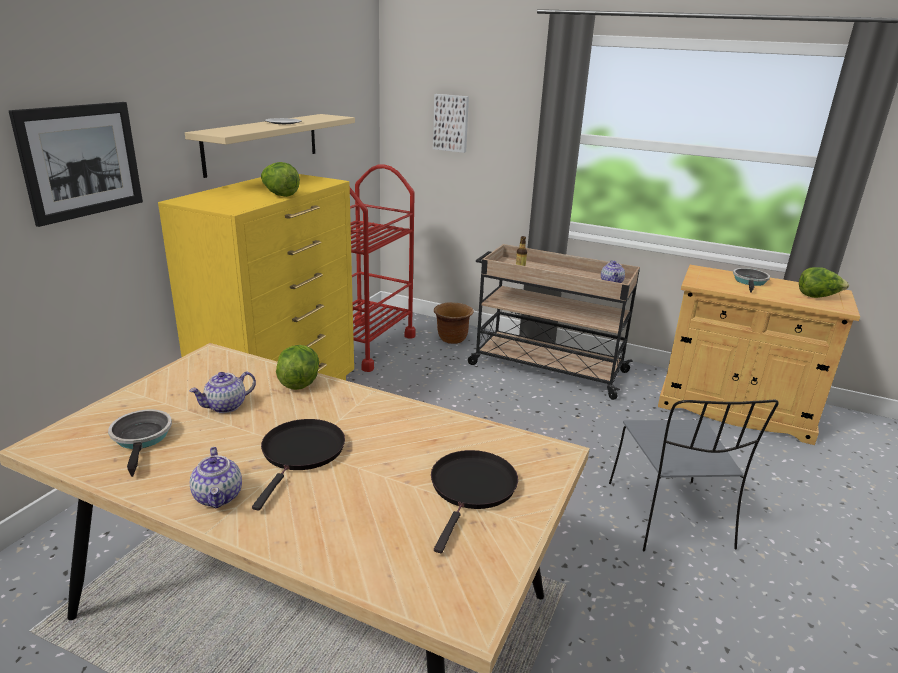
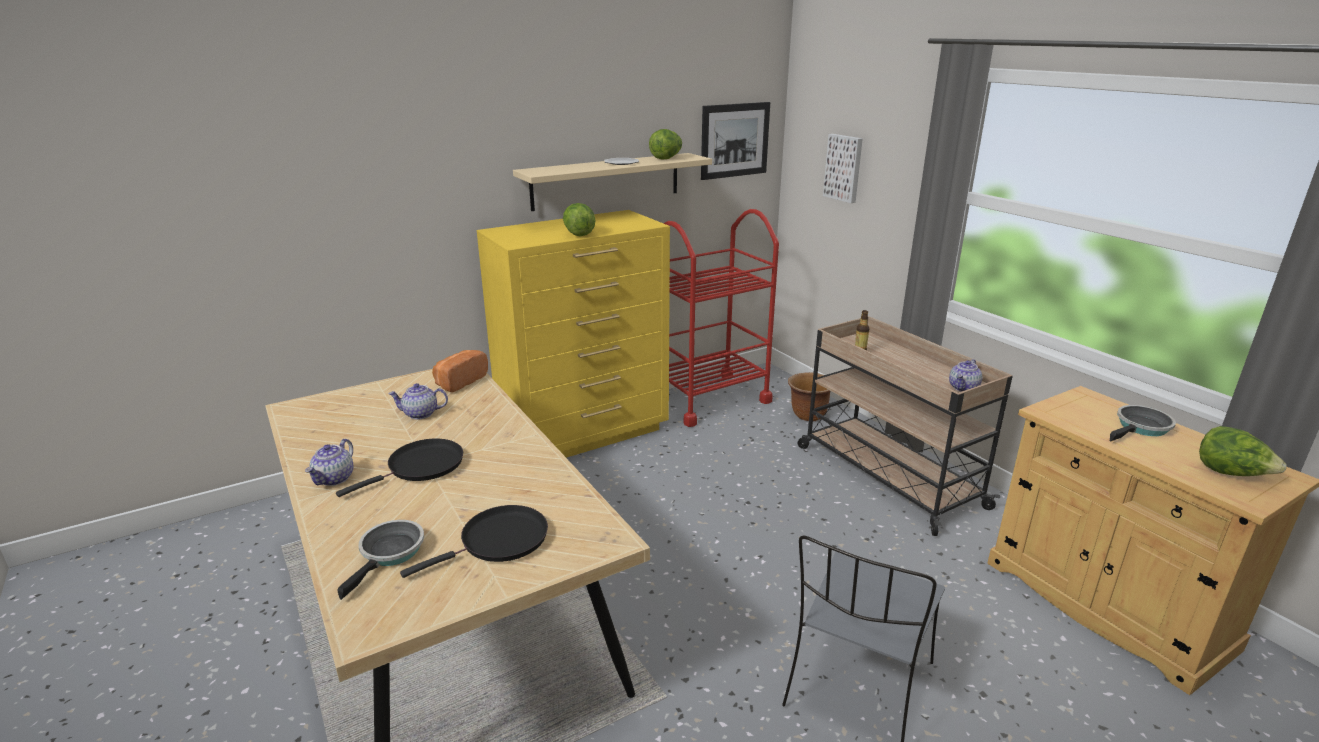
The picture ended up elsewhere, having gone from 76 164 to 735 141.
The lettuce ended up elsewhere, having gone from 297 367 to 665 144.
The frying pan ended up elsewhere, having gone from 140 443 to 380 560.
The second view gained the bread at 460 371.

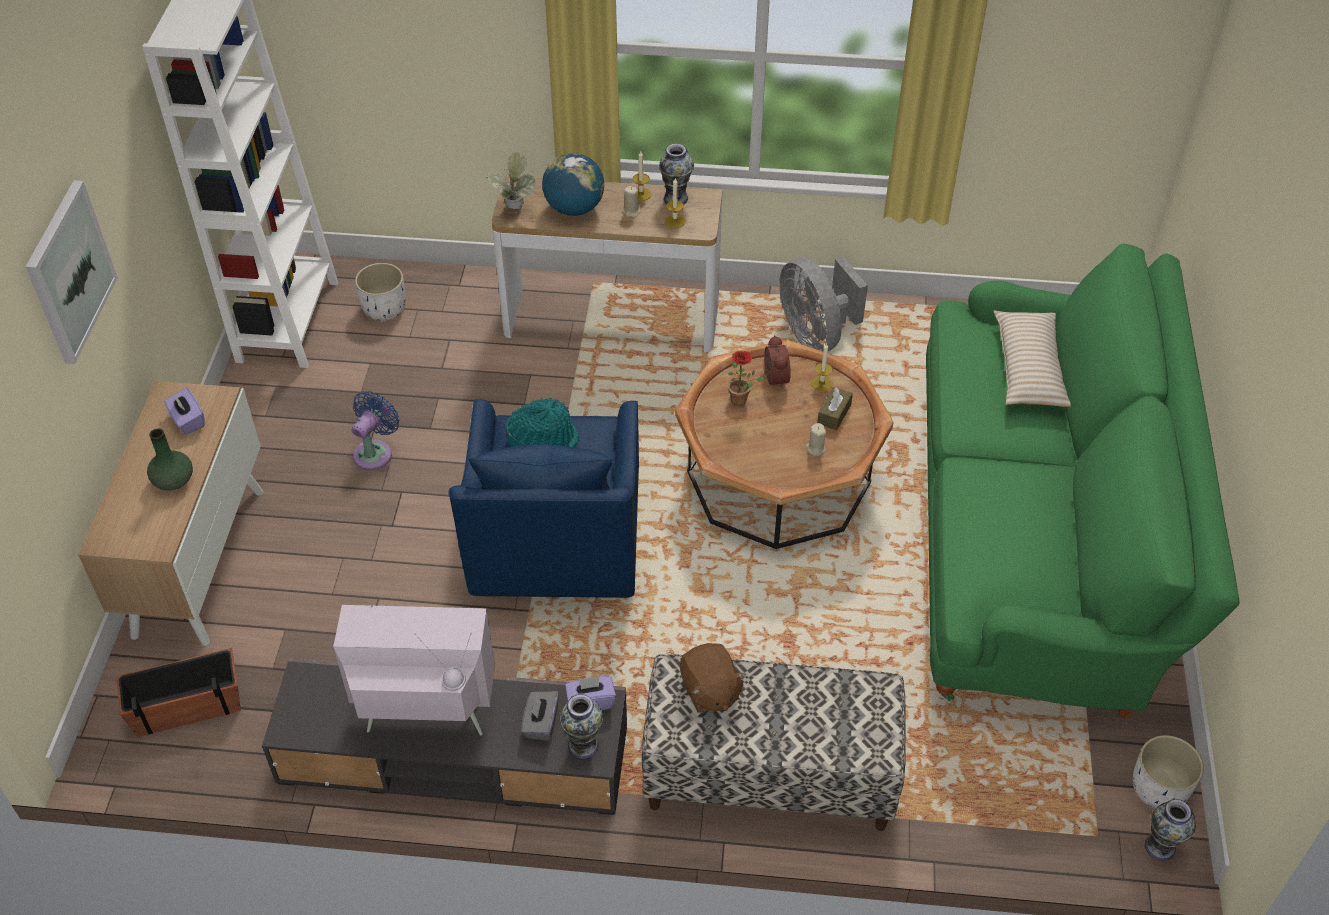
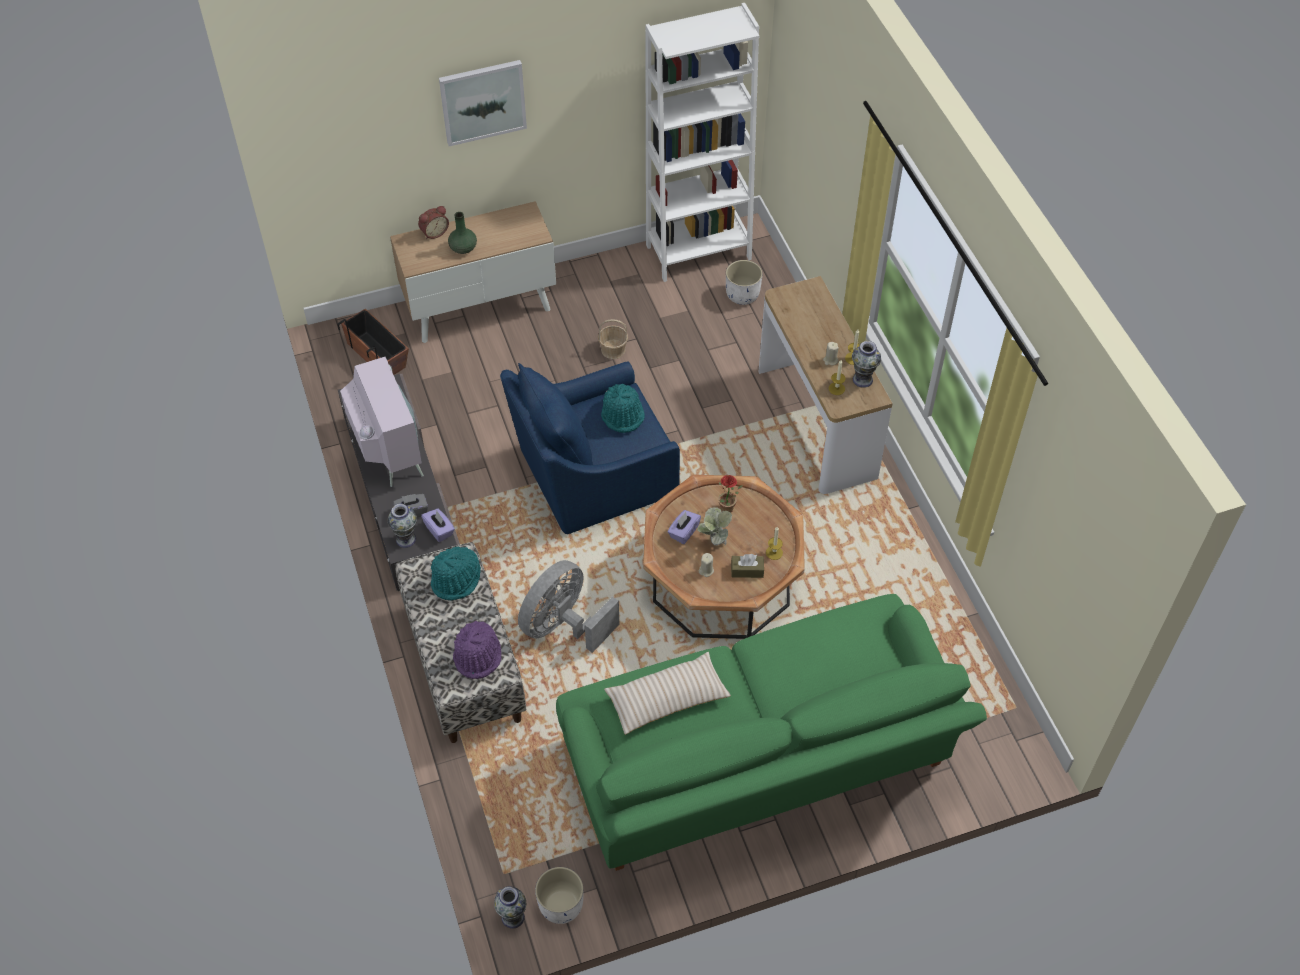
The potted plant ended up elsewhere, having gone from 511 180 to 715 526.
The second view lost the globe at 573 184.
The grey fan ended up elsewhere, having gone from 824 304 to 568 606.
The beige pillow ended up elsewhere, having gone from 1032 358 to 667 693.
The alarm clock ended up elsewhere, having gone from 777 362 to 433 222.
The purple tissue box ended up elsewhere, having gone from 184 411 to 684 527.
Where the blue fan stood at 376 430, the basket came to stand at 613 339.
Where the brown plush toy stood at 713 678, the turquoise hat came to stand at 456 573.
The second view gained the purple hat at 477 650.

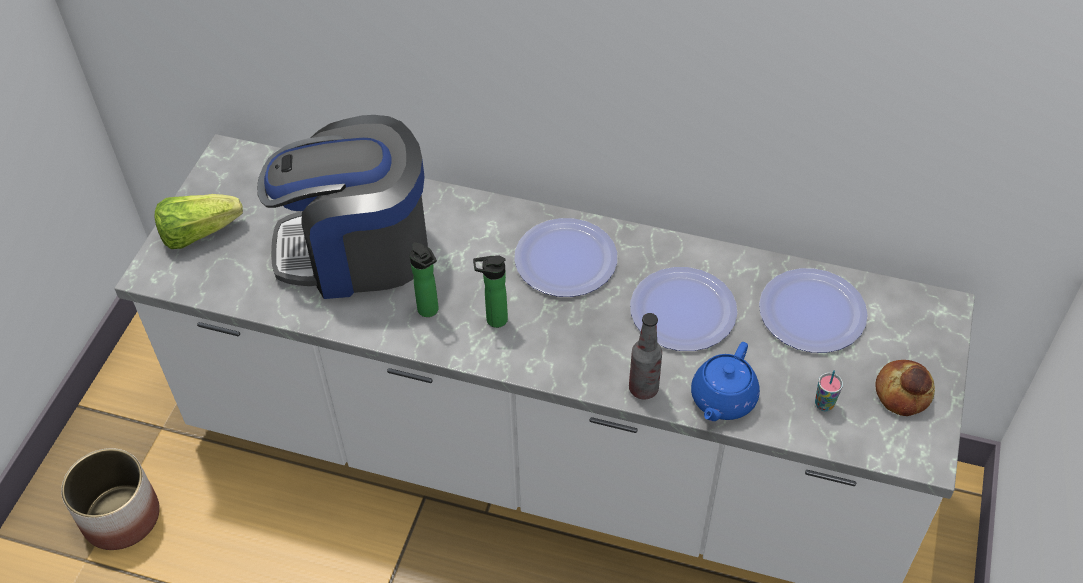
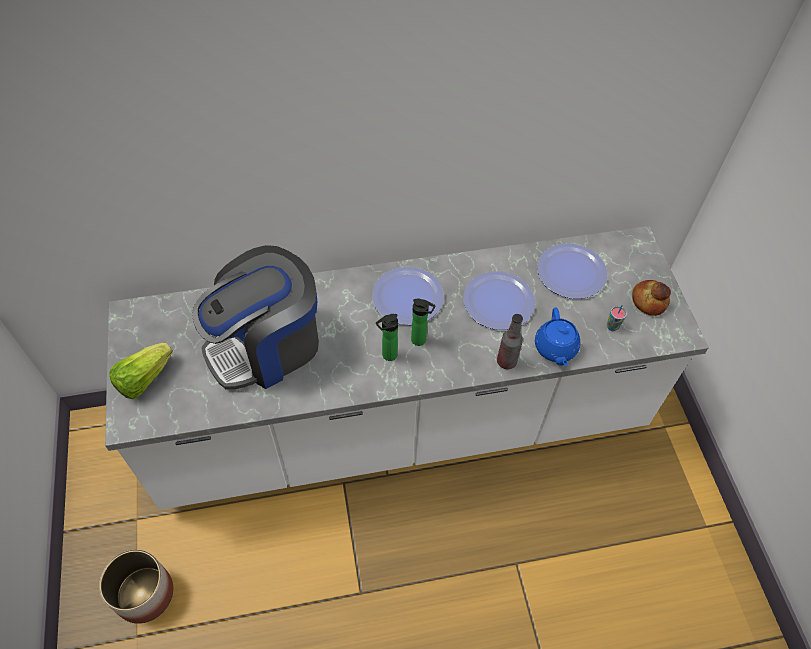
The bottle ended up elsewhere, having gone from 424 279 to 423 322.

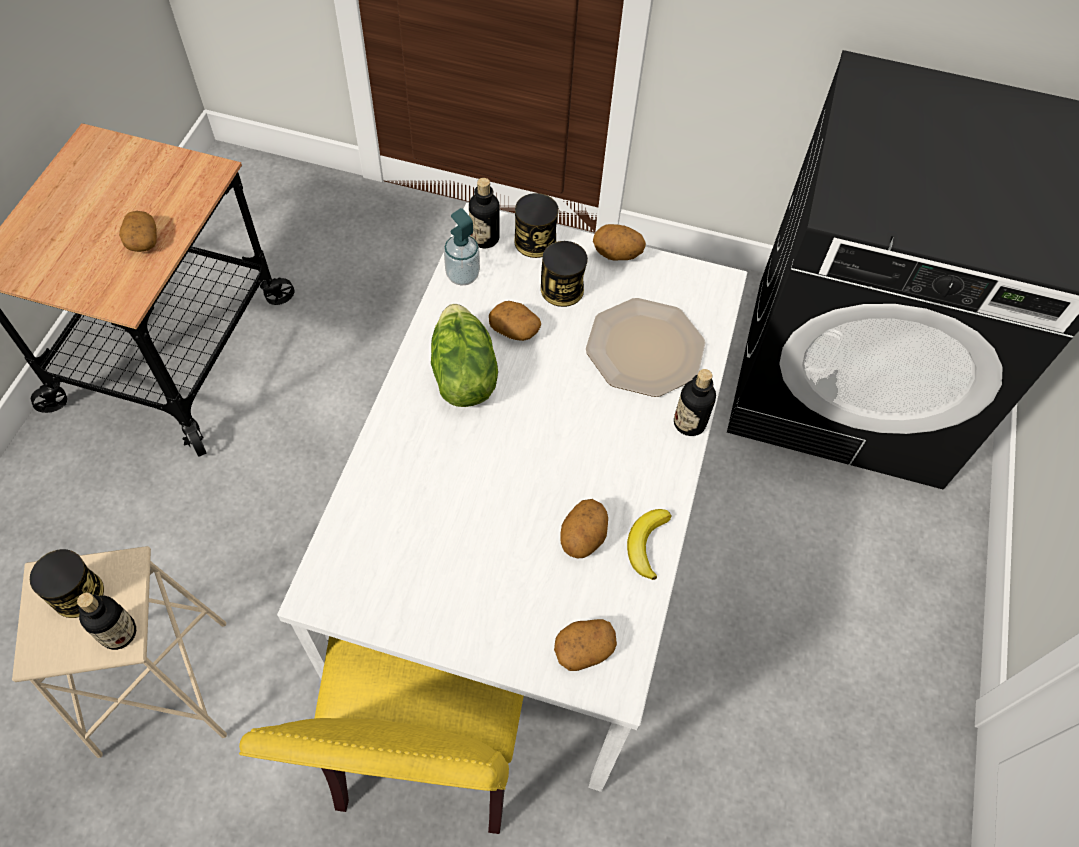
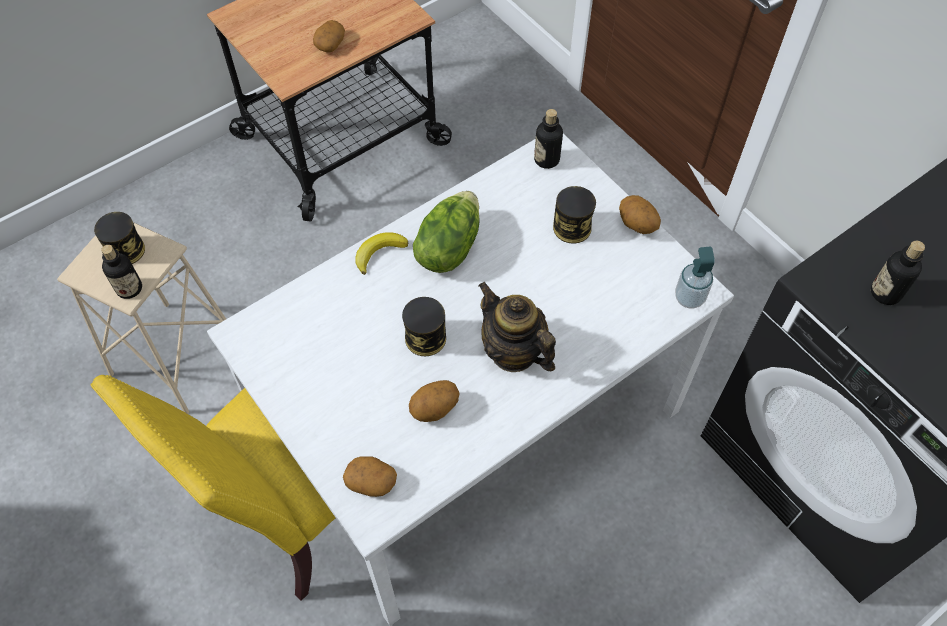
The can ended up elsewhere, having gone from 536 225 to 424 326.
The soap dispenser ended up elsewhere, having gone from 462 247 to 695 277.
The second view lost the plate at 646 347.
The second view lost the potato at 515 321.
The bottle ended up elsewhere, having gone from 695 402 to 898 273.
The banana ended up elsewhere, having gone from 649 544 to 382 253.
The second view gained the teapot at 517 327.

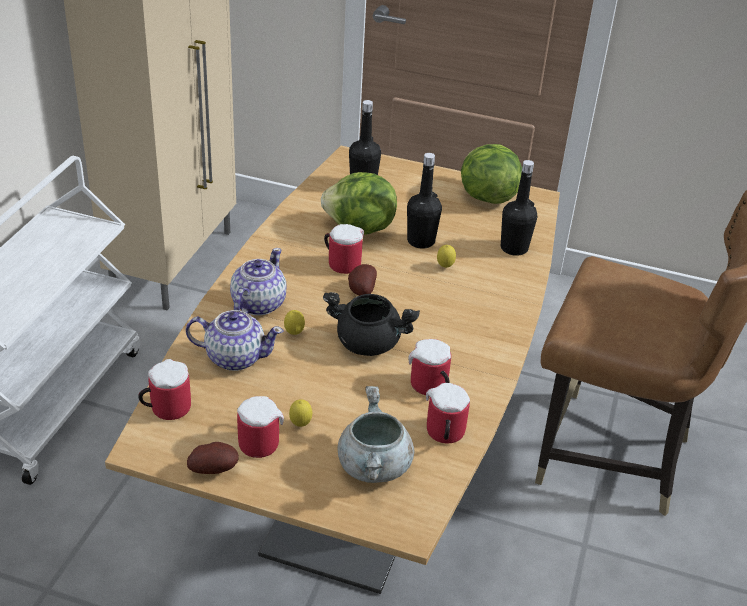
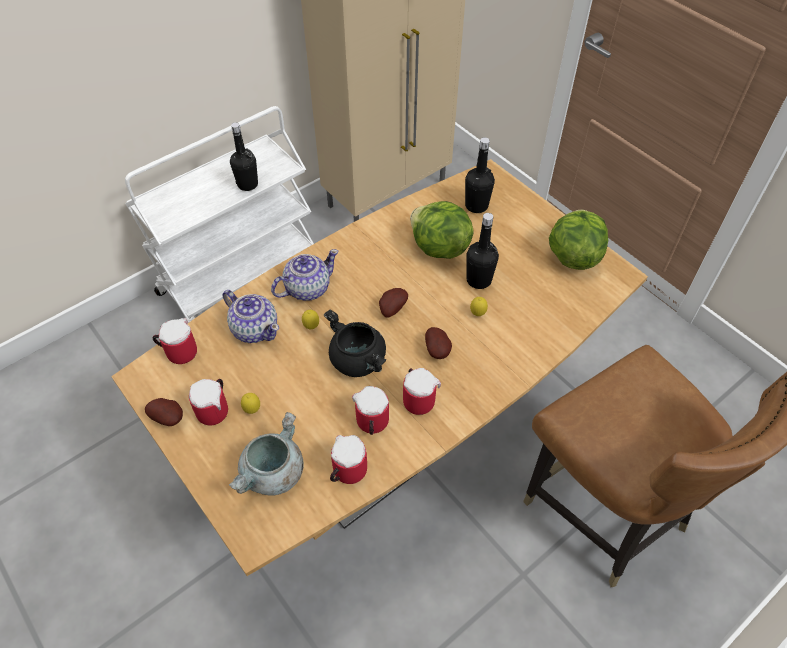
The black bottle ended up elsewhere, having gone from 519 208 to 244 156.
The mug ended up elsewhere, having gone from 344 249 to 422 391.
The second view gained the potato at 438 343.

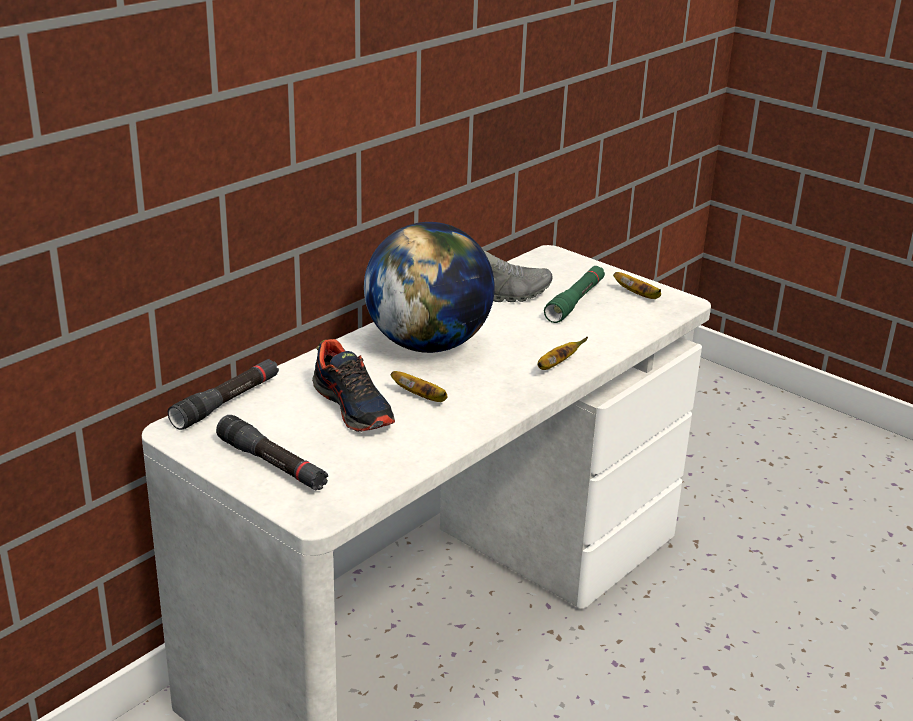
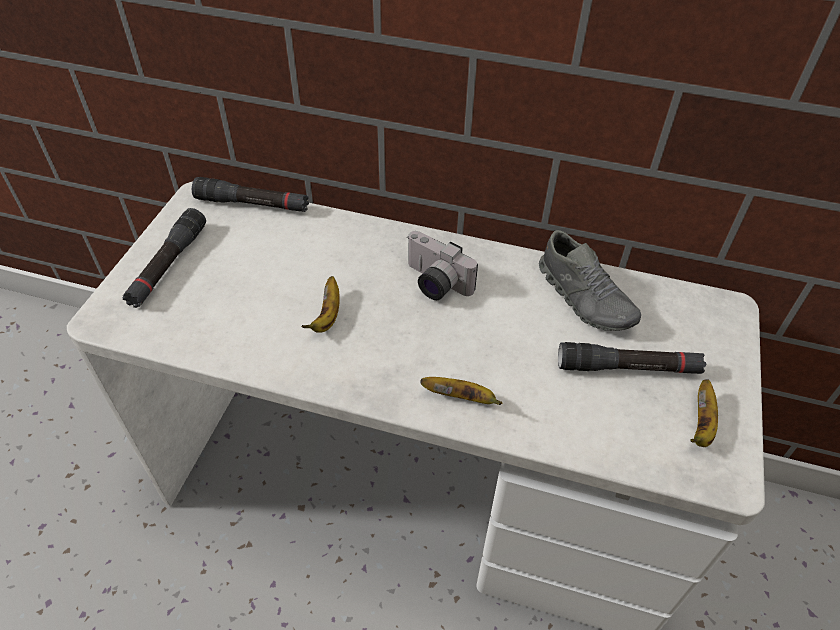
Where the globe stood at 429 287, the photo camera came to stand at 442 265.
What was the green flashlight at 574 294 turned into the black flashlight at 632 358.
The second view lost the shoe at 353 385.

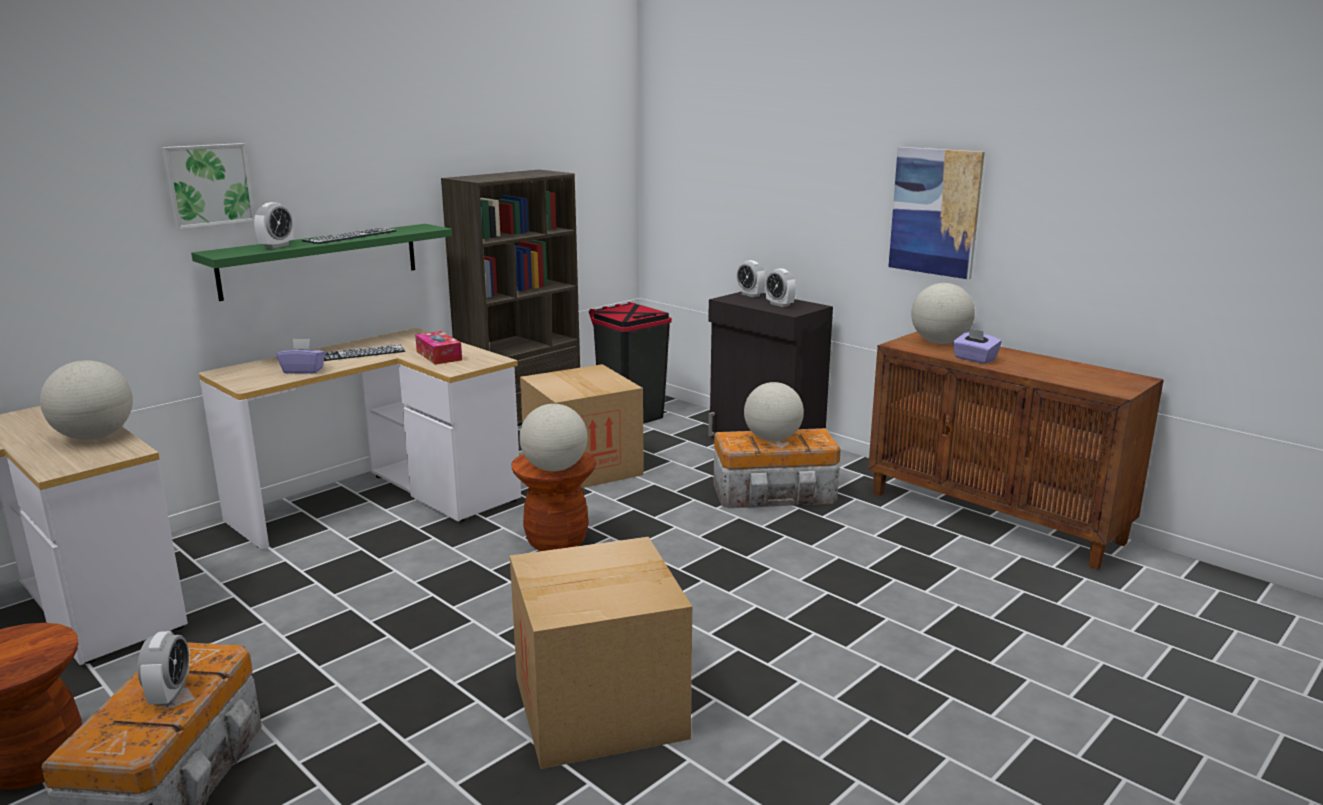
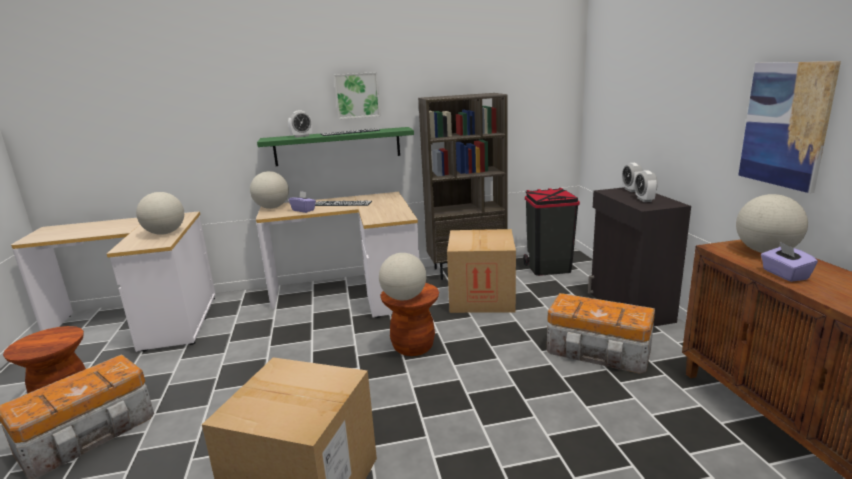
The picture ended up elsewhere, having gone from 208 186 to 357 95.
The second view lost the tissue box at 438 348.
The globe ended up elsewhere, having gone from 774 412 to 269 190.
The second view lost the alarm clock at 163 668.

